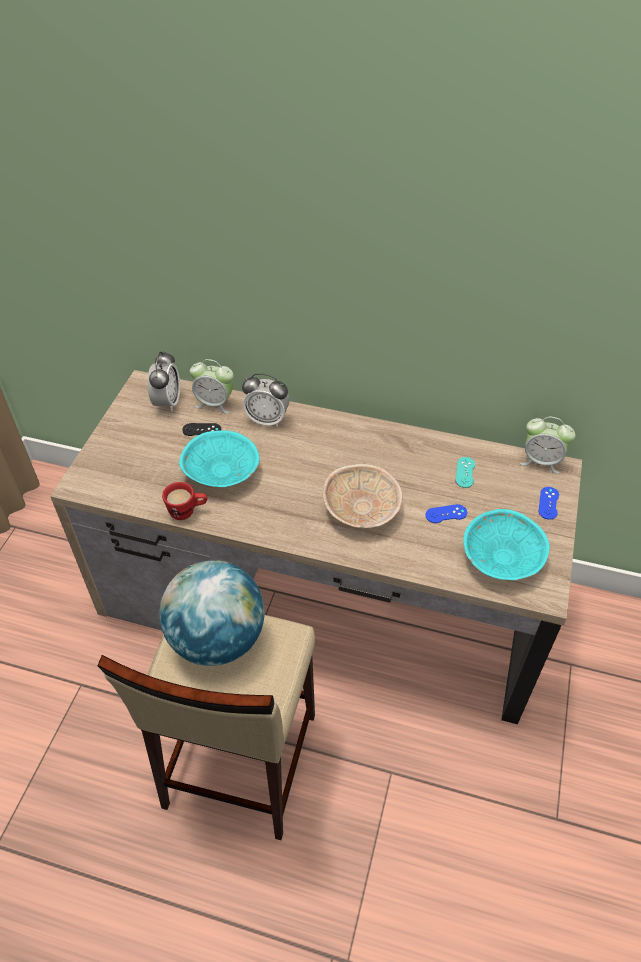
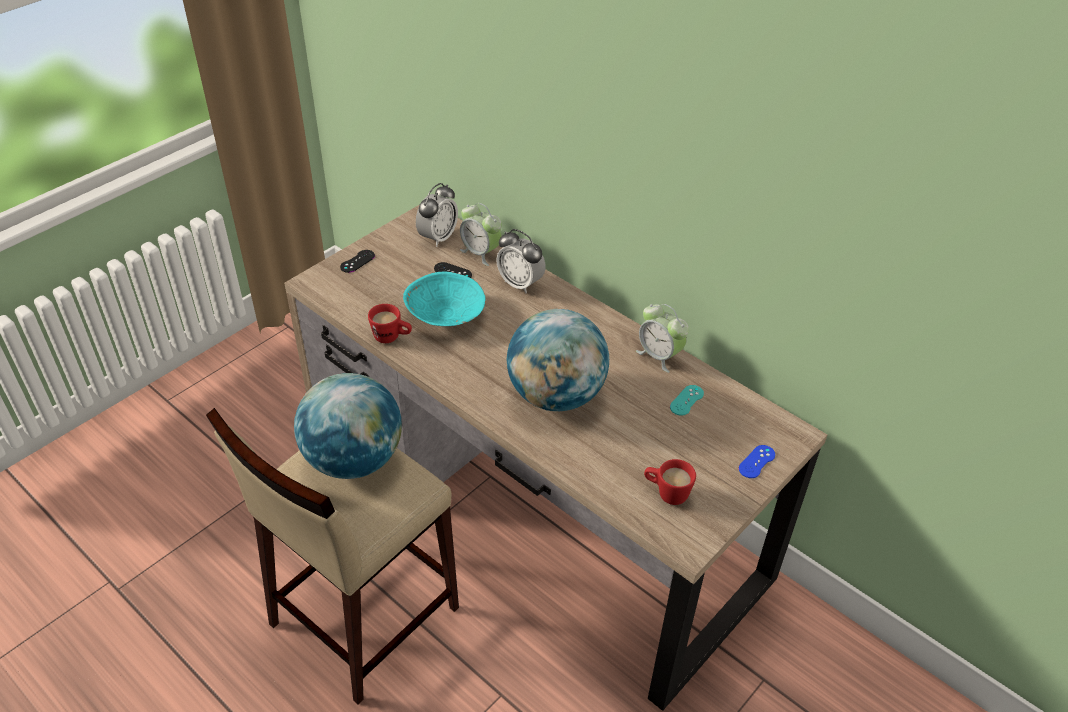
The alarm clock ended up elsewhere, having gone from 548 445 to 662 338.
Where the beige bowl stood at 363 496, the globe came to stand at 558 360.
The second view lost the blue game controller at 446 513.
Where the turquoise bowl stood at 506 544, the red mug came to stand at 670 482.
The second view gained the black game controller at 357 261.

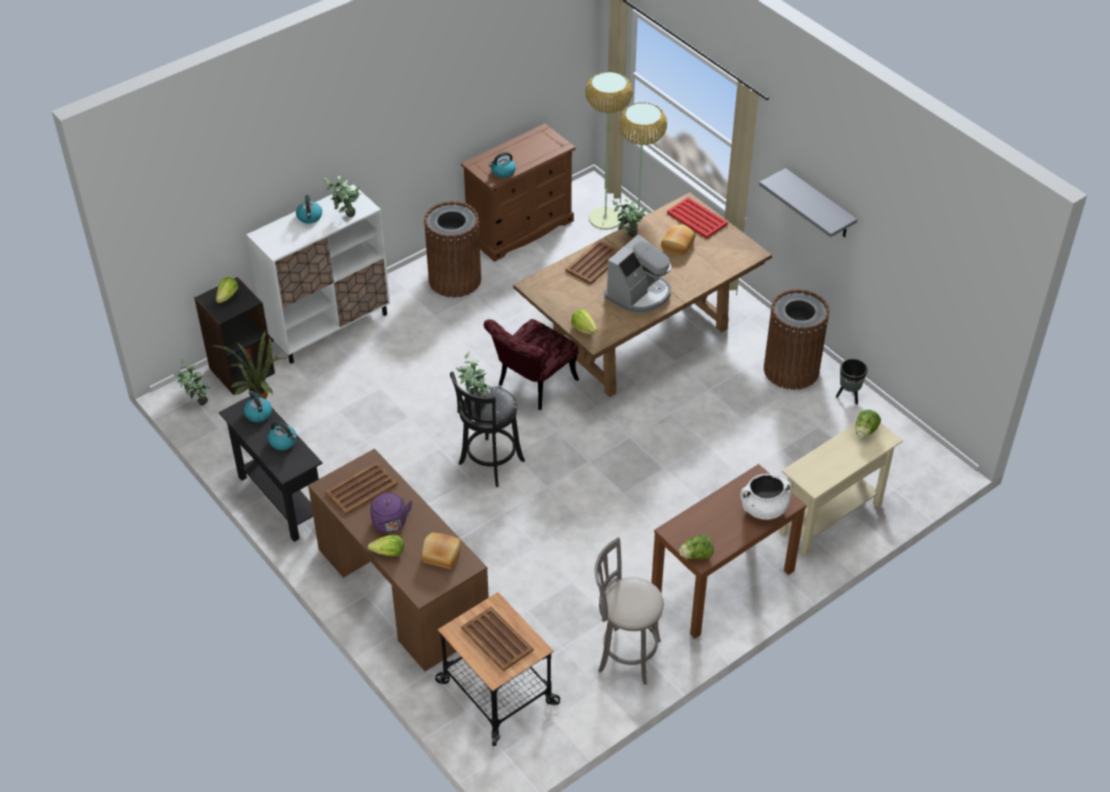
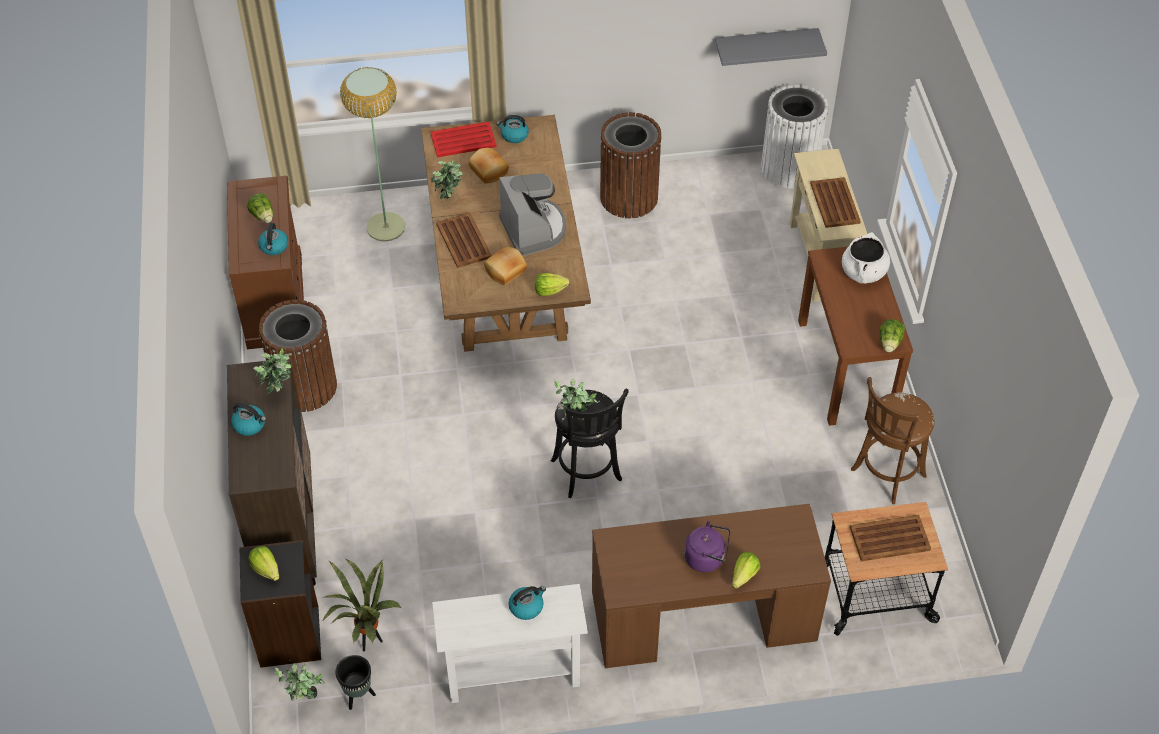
The second view lost the floor lamp at 609 150.
The grey shelf ended up elsewhere, having gone from 808 202 to 771 47.
What was the white cabinet at 318 274 turned into the brown cabinet at 272 472.
The second view lost the red chair at 531 364.
The black planter ended up elsewhere, having gone from 852 381 to 355 682.
The kettle ended up elsewhere, having gone from 258 406 to 512 129.
What was the black console table at 270 467 turned into the white console table at 510 643.
The lettuce ended up elsewhere, having gone from 868 424 to 260 208.
The brown tray ended up elsewhere, having gone from 361 488 to 835 202.
The bread ended up elsewhere, having gone from 441 550 to 505 266.
What was the grey stool at 629 611 turned into the brown stool at 892 440.
The second view gained the white trash can at 794 136.

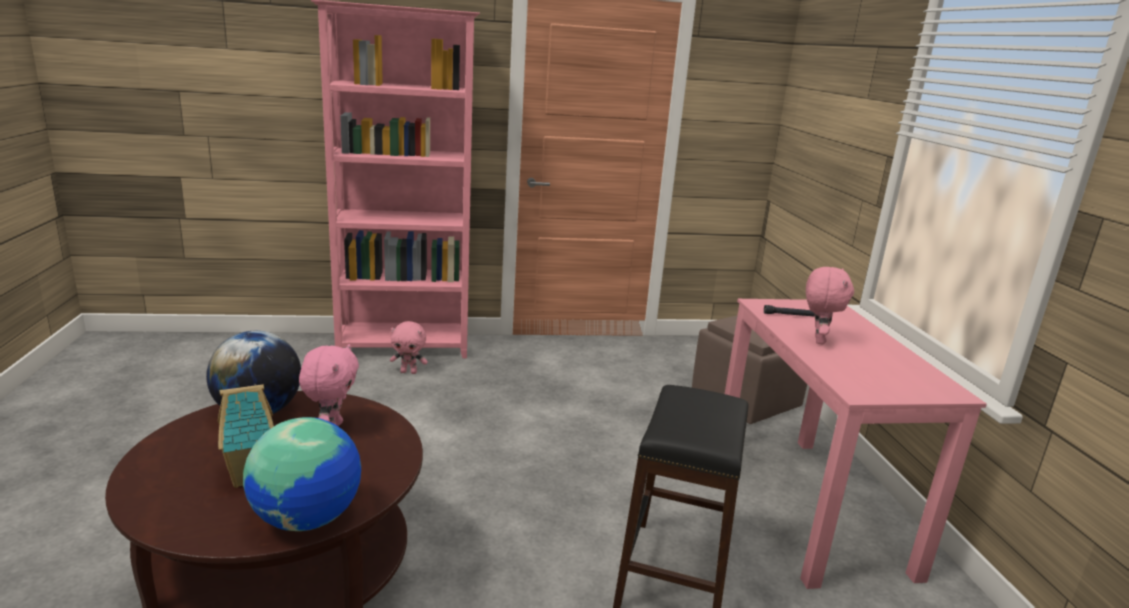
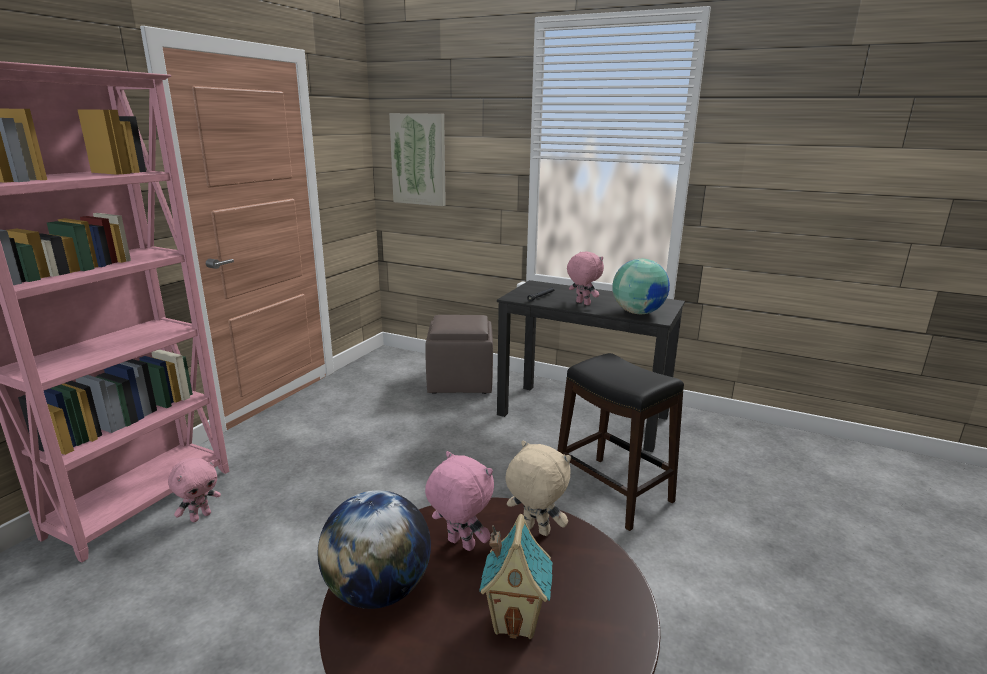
What was the pink desk at 856 444 turned into the black desk at 591 366.
The globe ended up elsewhere, having gone from 302 474 to 641 286.
The second view gained the picture at 417 159.
The second view gained the beige plush toy at 538 488.

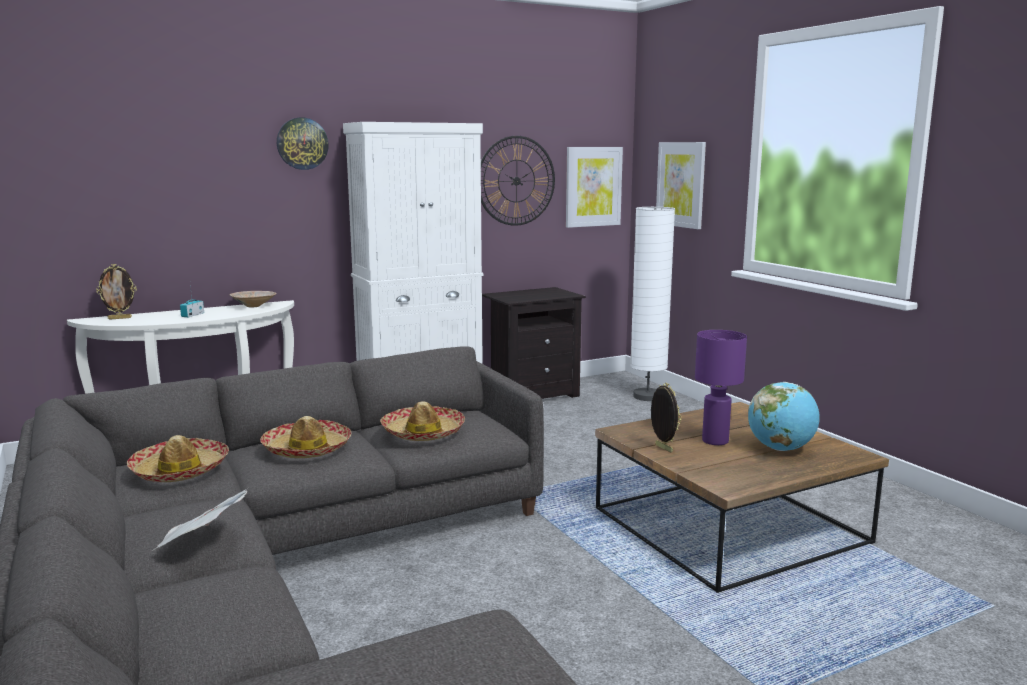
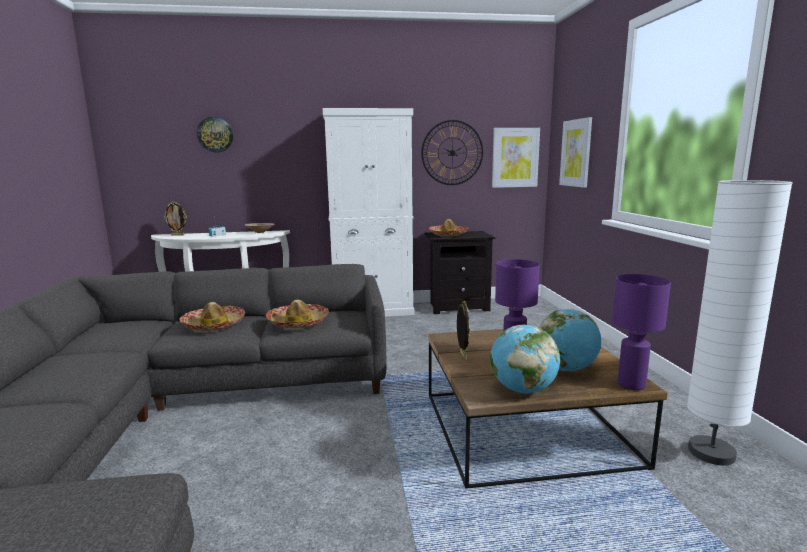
The wall clock ended up elsewhere, having gone from 303 143 to 215 134.
The white floor lamp ended up elsewhere, having gone from 652 304 to 740 322.
The hat ended up elsewhere, having gone from 178 458 to 449 228.
The second view lost the newspaper at 200 519.
The second view gained the purple table lamp at 641 332.
The second view gained the globe at 525 359.

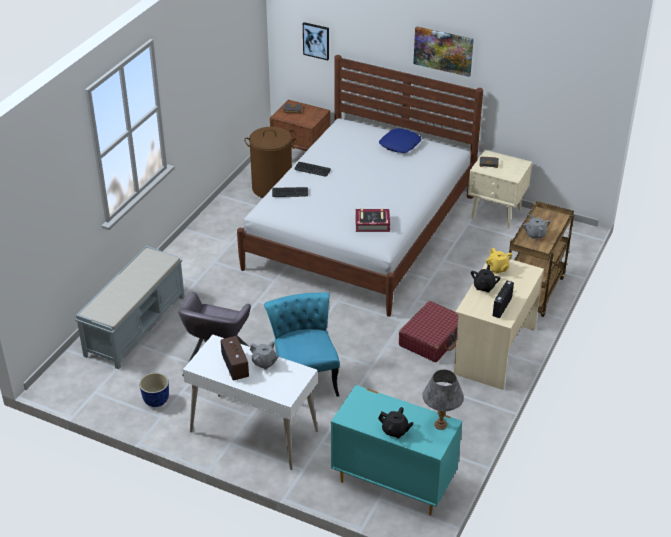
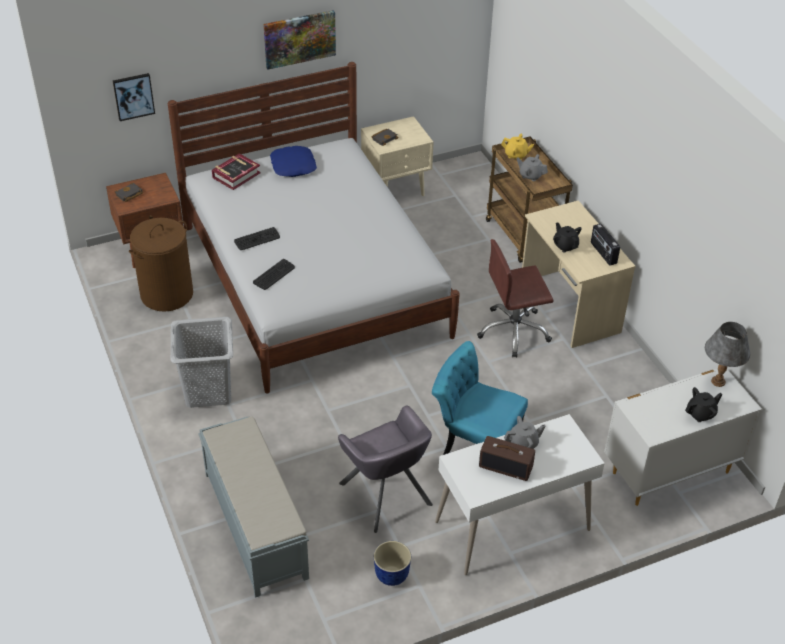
The book ended up elsewhere, having gone from 372 220 to 236 171.
The yellow teapot ended up elsewhere, having gone from 499 261 to 517 147.
Where the red suitcase stood at 429 331, the brown office chair came to stand at 515 298.
What was the turquoise dresser at 396 450 turned into the white dresser at 683 437.
The second view gained the grey laundry basket at 202 362.

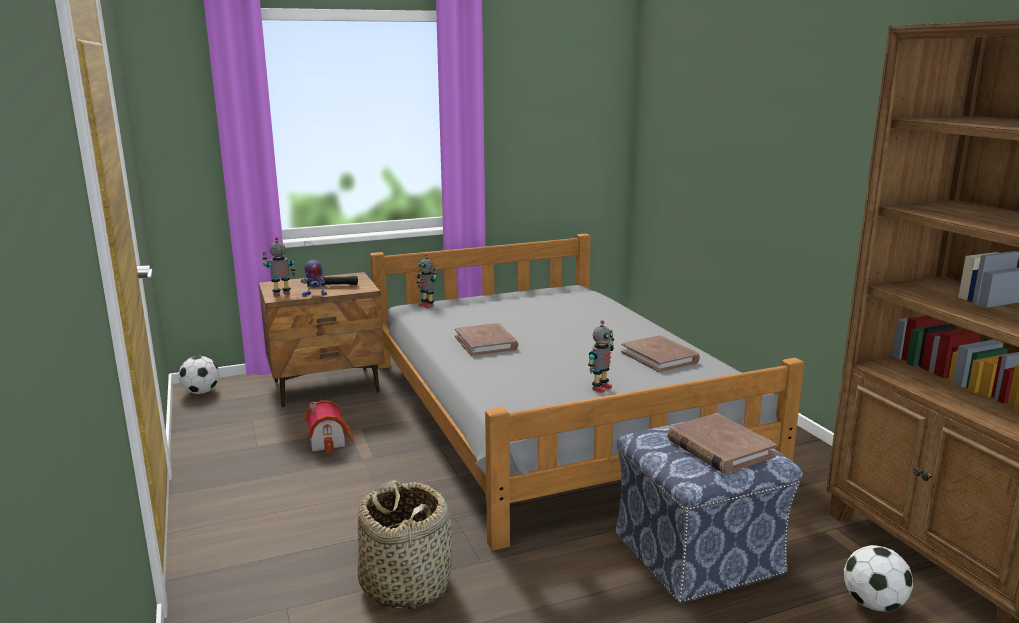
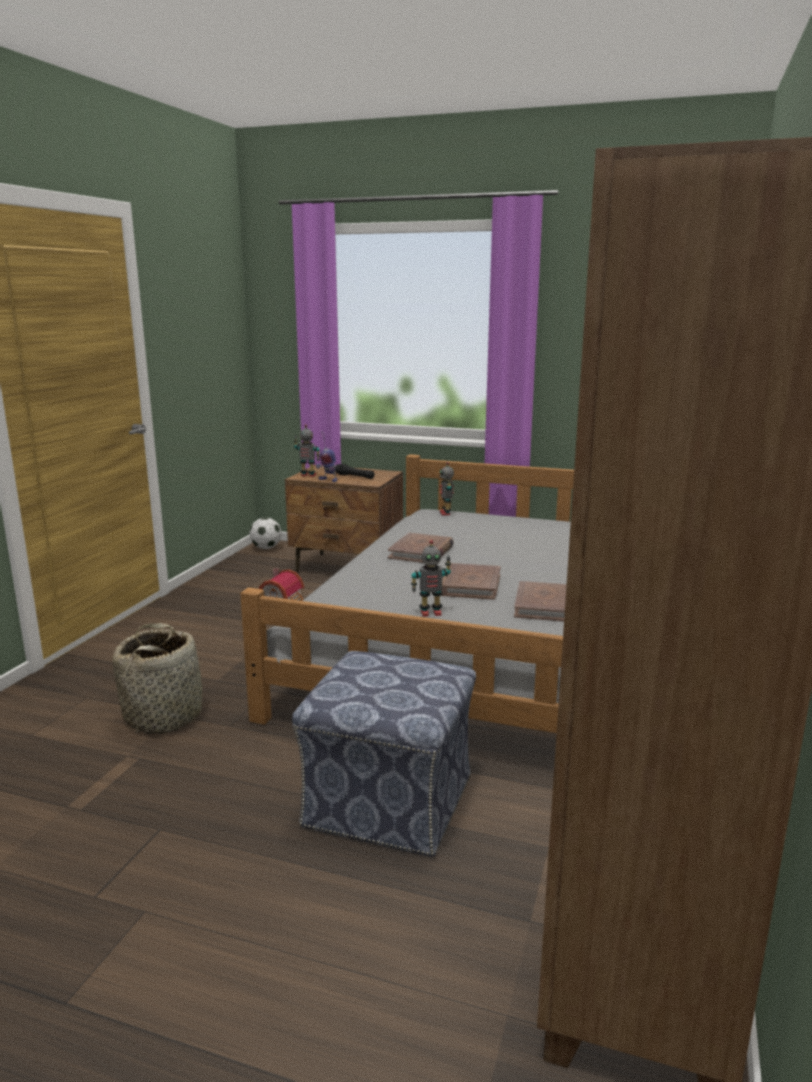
The brown book ended up elsewhere, having gone from 722 443 to 471 581.
The second view lost the football at 878 578.

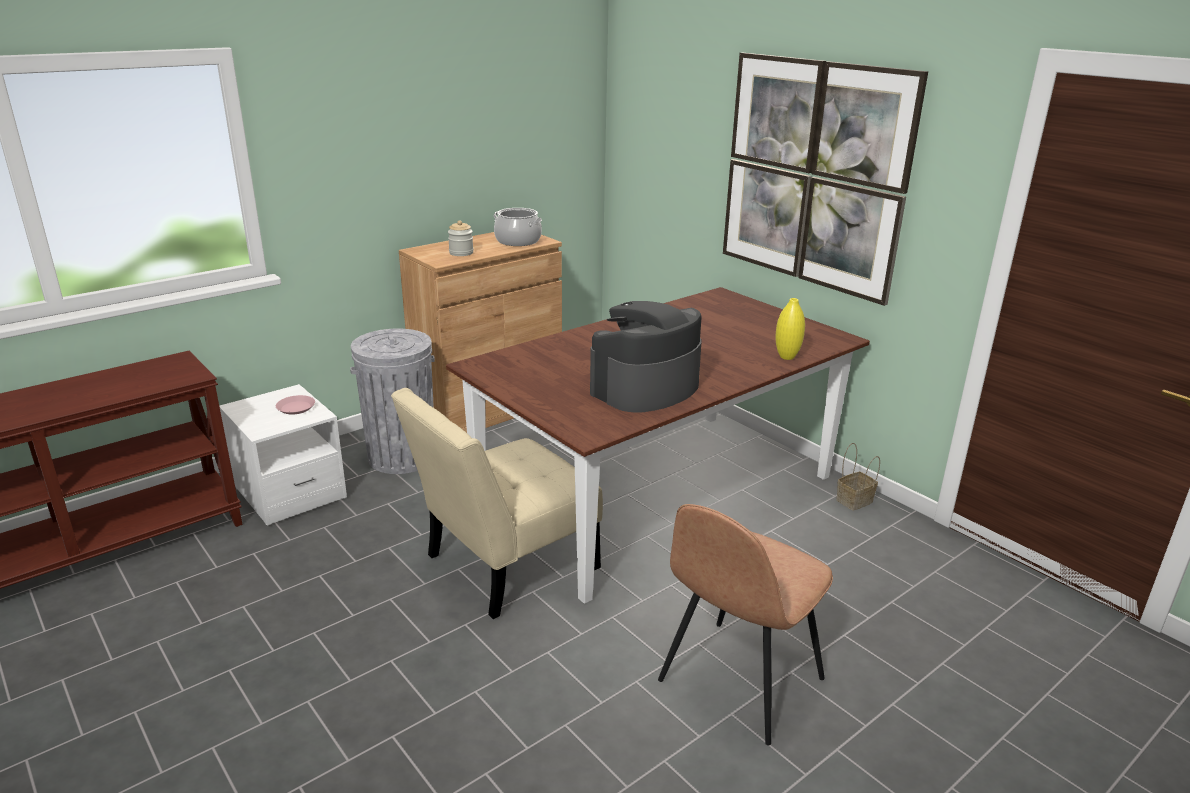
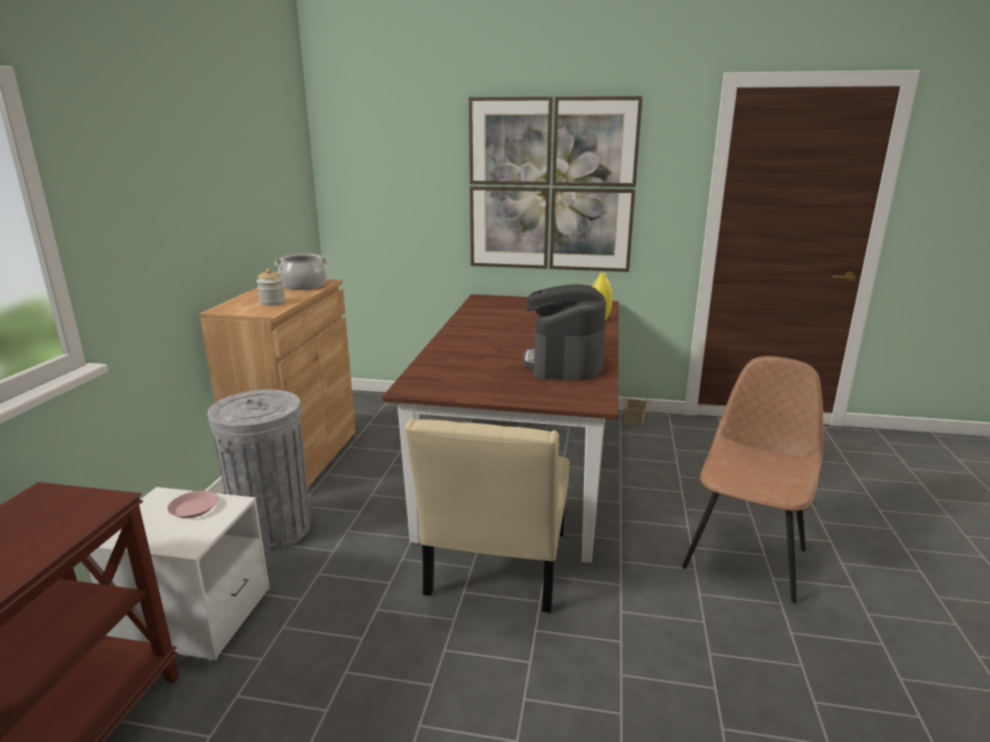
The brown chair at 745 624 ended up facing another way, 150 degrees counterclockwise from before.

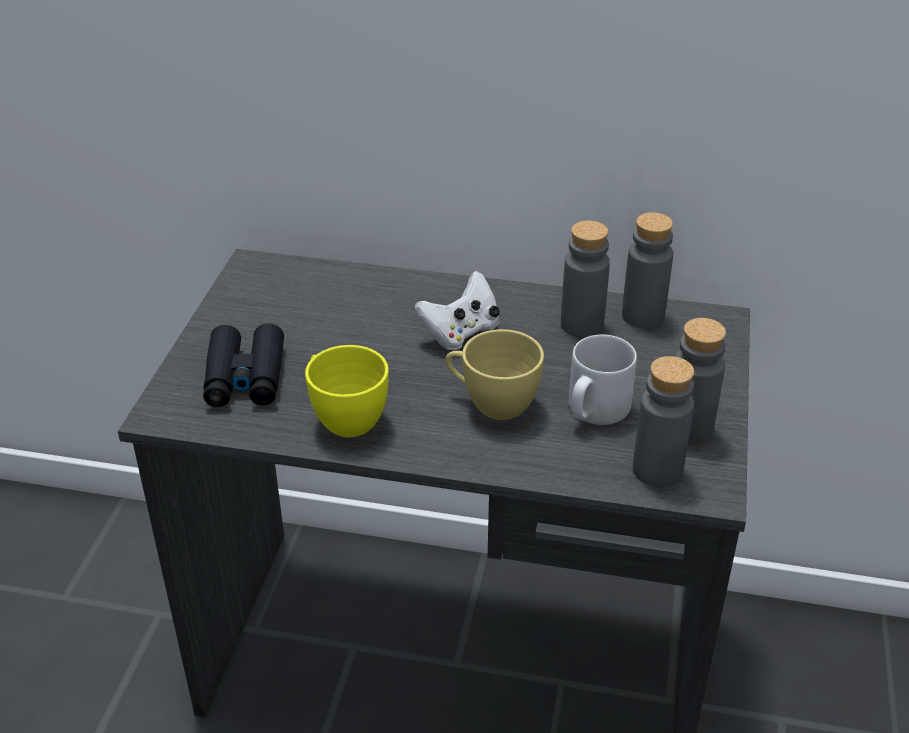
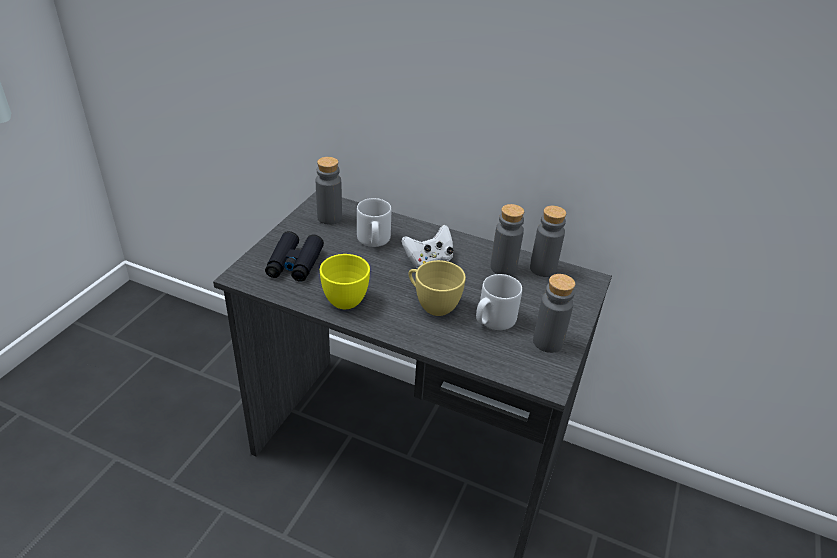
The grey bottle ended up elsewhere, having gone from 663 421 to 329 191.
The second view gained the grey mug at 374 222.

